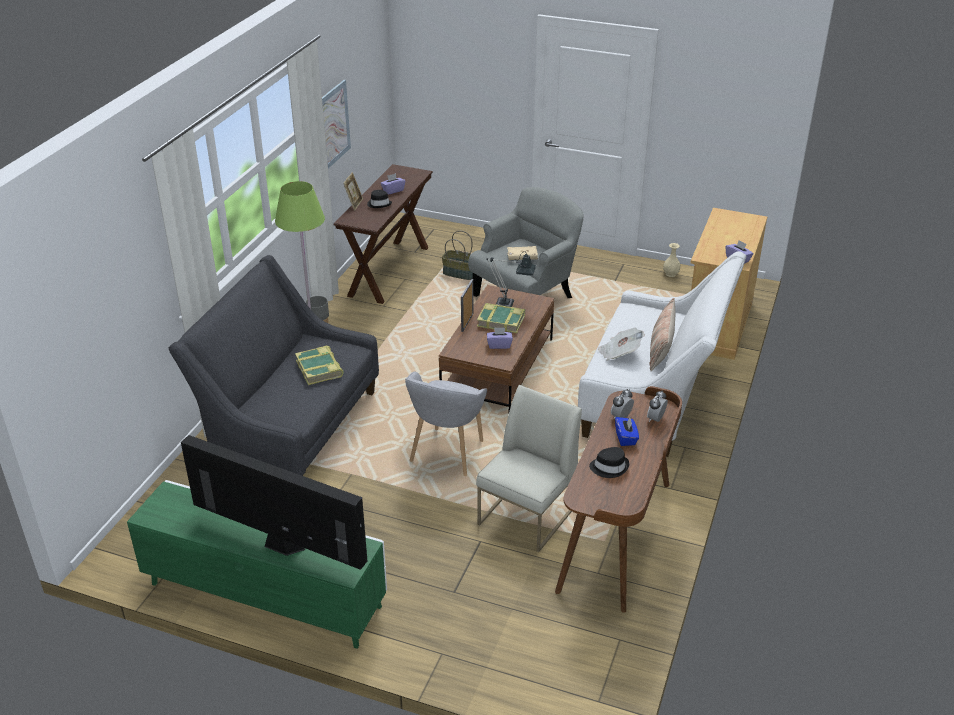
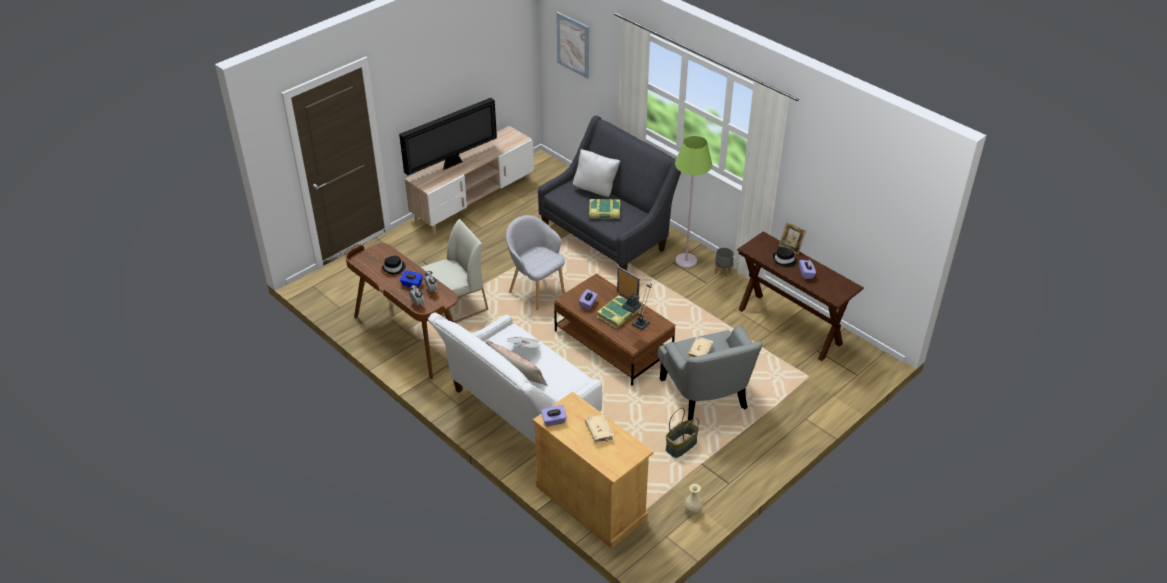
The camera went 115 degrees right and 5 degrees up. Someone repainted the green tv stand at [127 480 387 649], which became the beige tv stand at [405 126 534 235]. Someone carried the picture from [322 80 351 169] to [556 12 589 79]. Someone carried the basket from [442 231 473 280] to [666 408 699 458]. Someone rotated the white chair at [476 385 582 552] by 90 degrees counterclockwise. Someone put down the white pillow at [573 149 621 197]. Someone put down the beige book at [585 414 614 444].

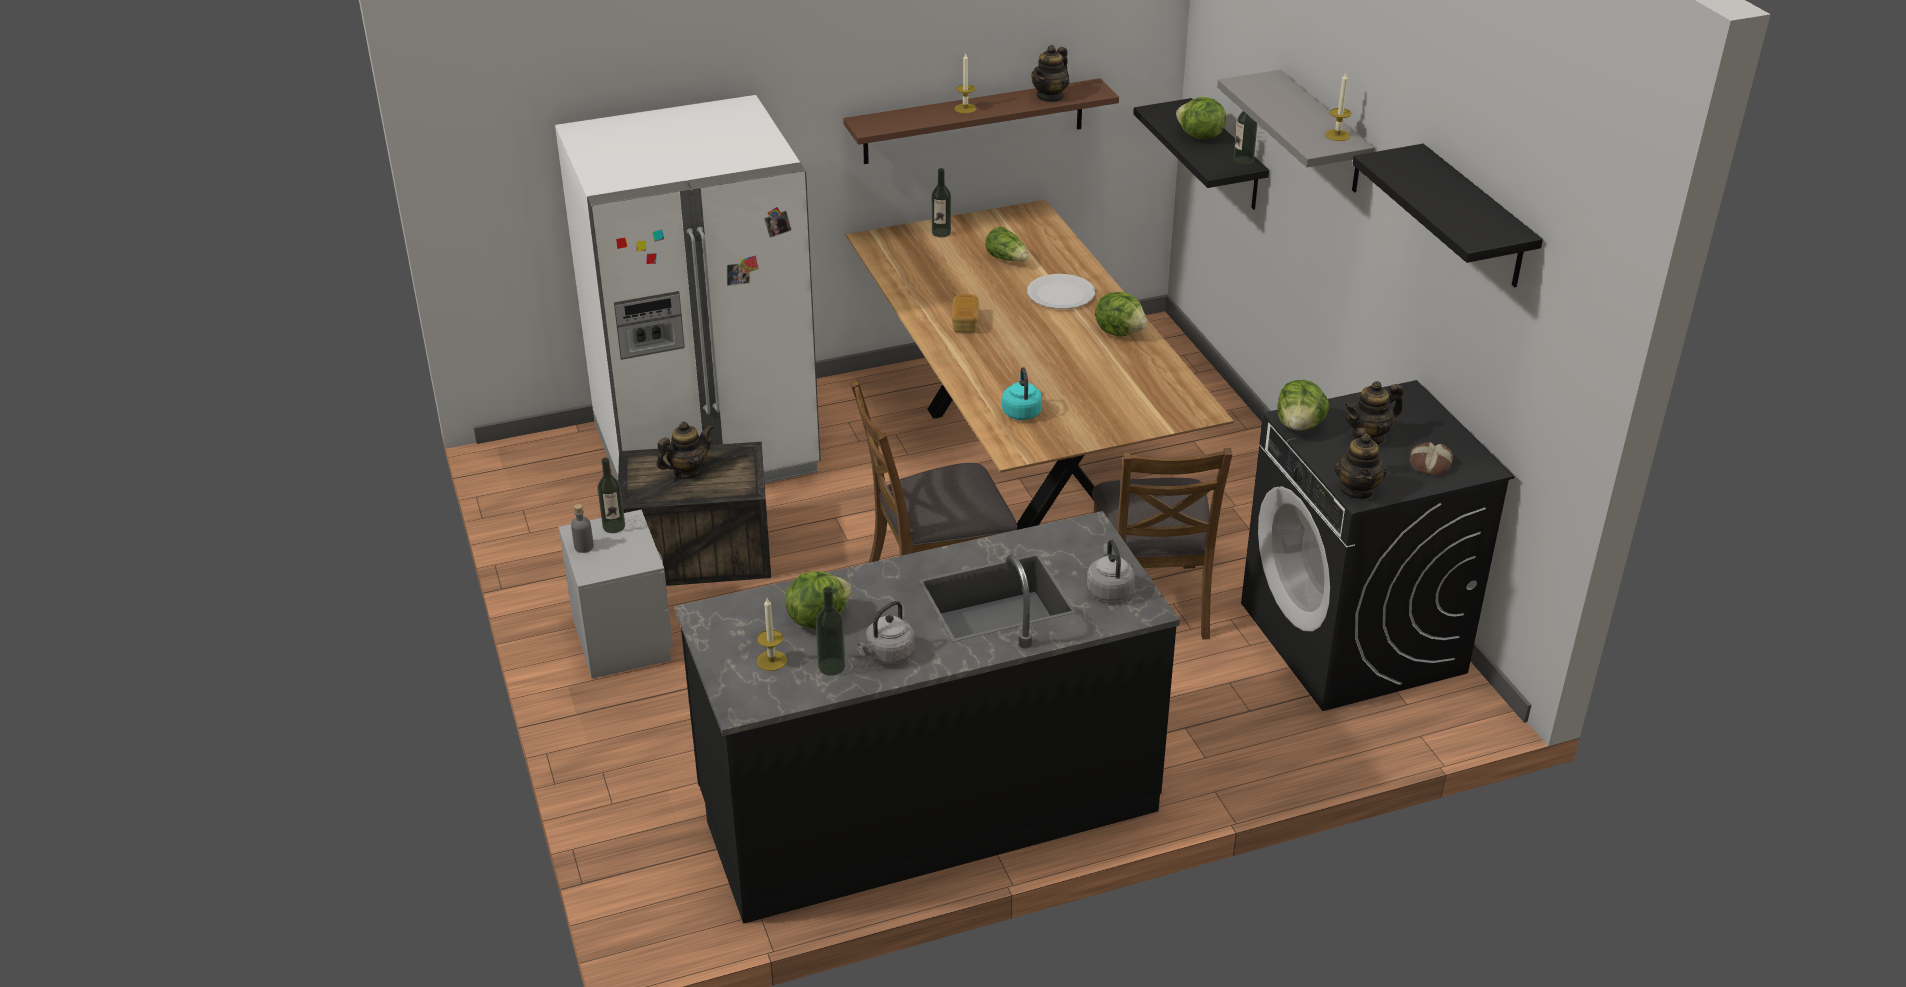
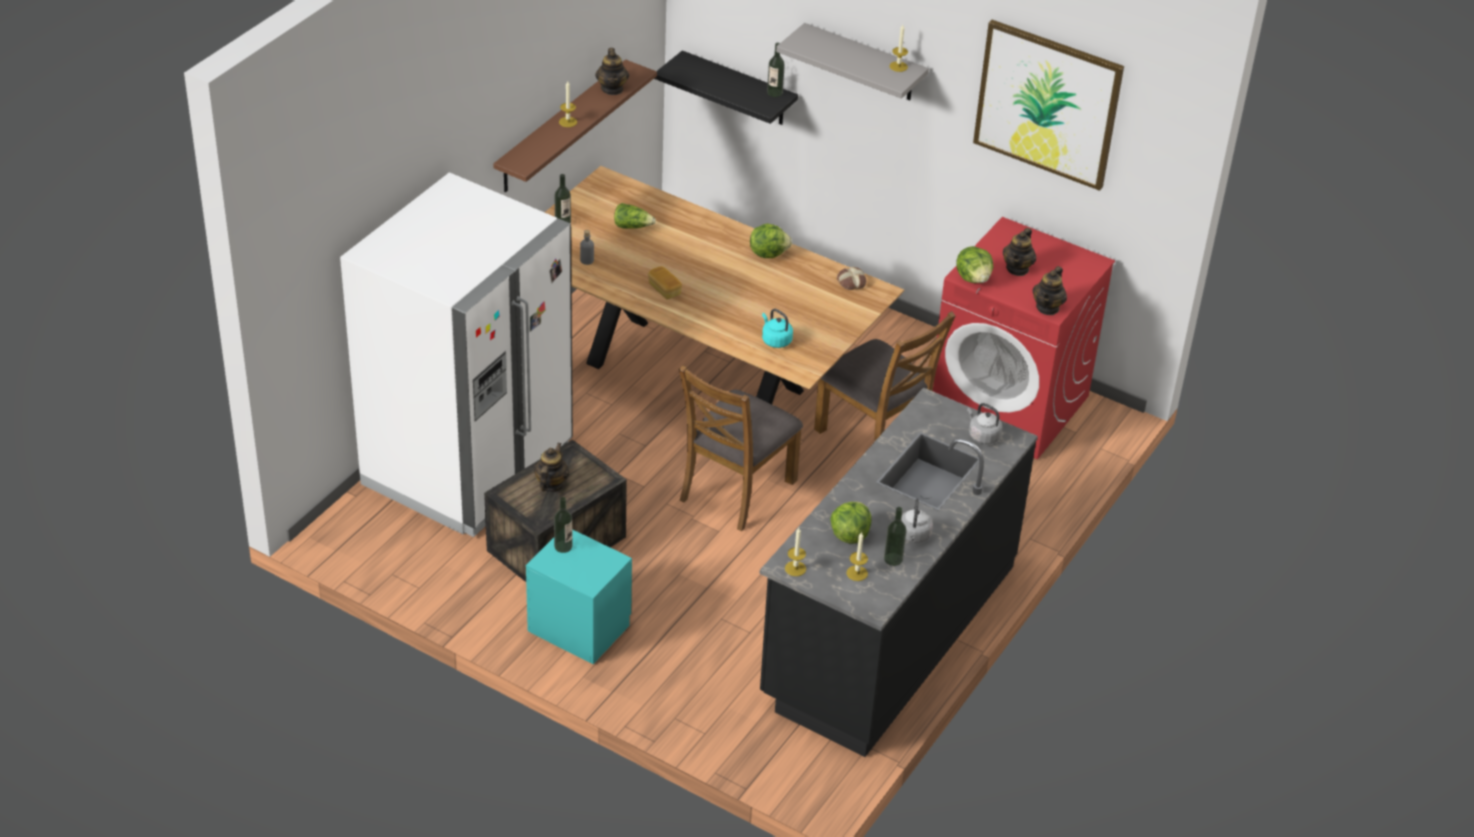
The camera went 40 degrees left and 5 degrees up. Someone repainted the grey nightstand at [559 509 673 679], which became the turquoise nightstand at [526 529 632 664]. Someone carried the grey bottle from [571 504 594 553] to [580 230 594 265]. Someone took away the white plate at [1027 274 1095 309]. Someone took away the lettuce at [1176 97 1226 139]. Someone repainted the black washing machine at [1241 380 1515 711], which became the red washing machine at [933 217 1115 459]. Someone rotated the teapot at [1334 428 1387 500] by 60 degrees clockwise. Someone swapped the black shelf at [1352 144 1543 287] for the picture at [973 20 1124 191]. Someone carried the bread from [1410 442 1453 475] to [837 267 866 290]. Someone put down the candle at [785 528 806 576].

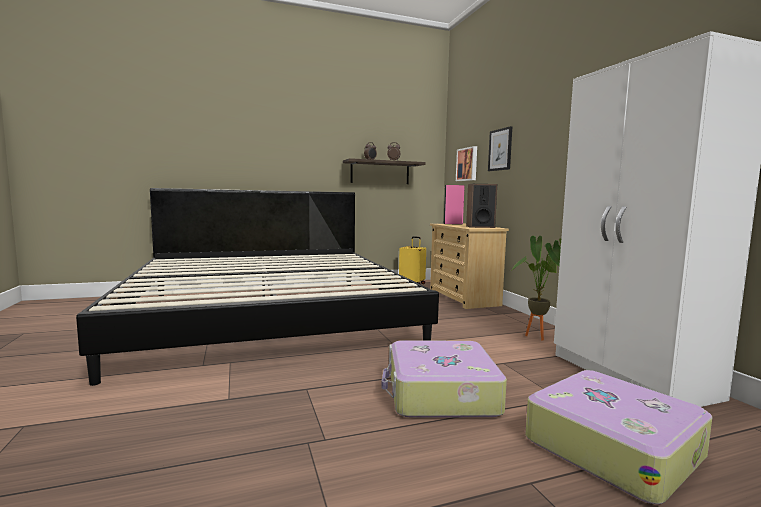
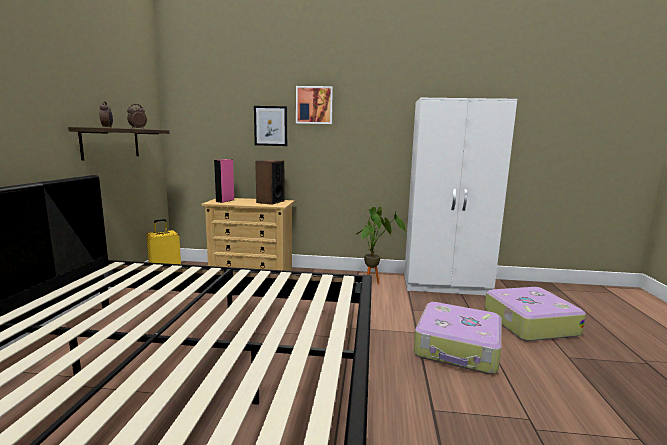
The camera went 65 degrees left and 5 degrees up. Someone carried the picture from [456 146 477 181] to [296 86 333 124].

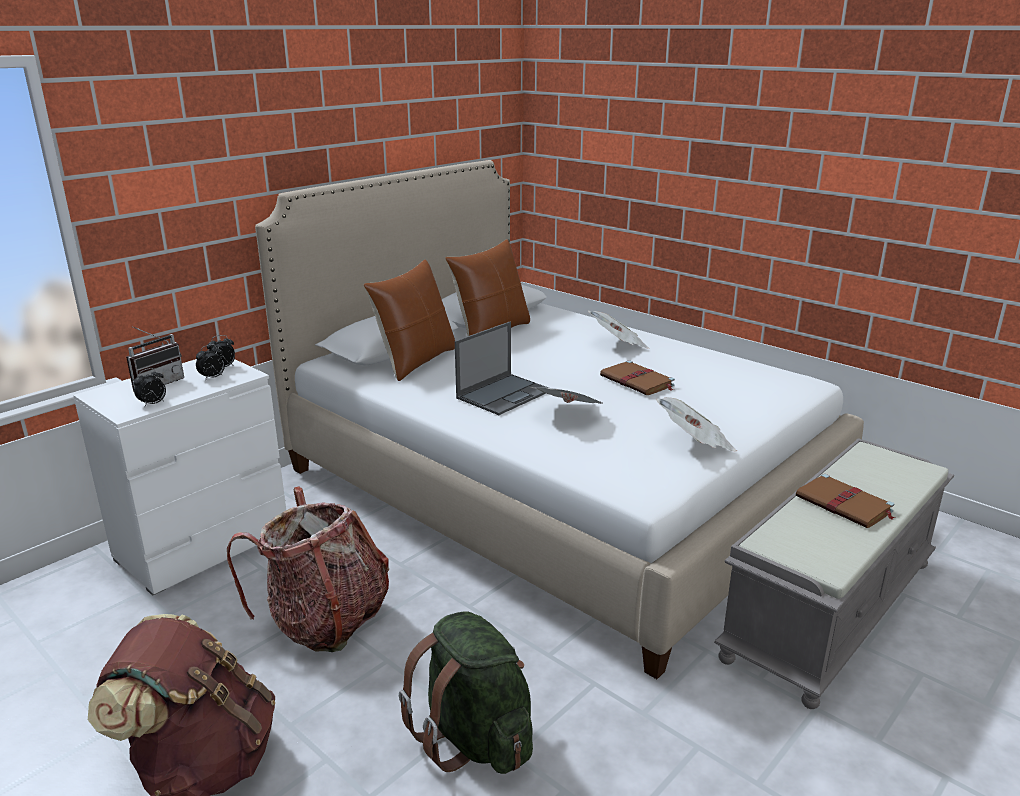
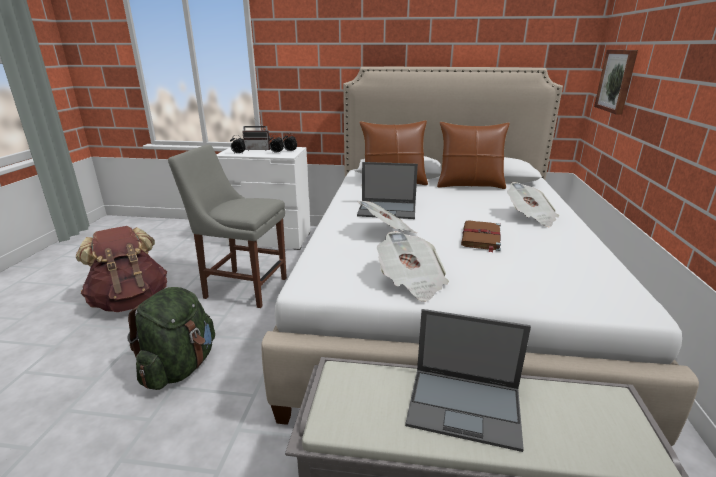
The camera went 55 degrees right and 0 degrees up. Someone swapped the backpack at [227 486 389 652] for the grey chair at [168 144 287 308]. Someone swapped the brown book at [796 474 895 528] for the laptop at [405 309 531 452]. Someone put up the picture at [594 50 638 115].

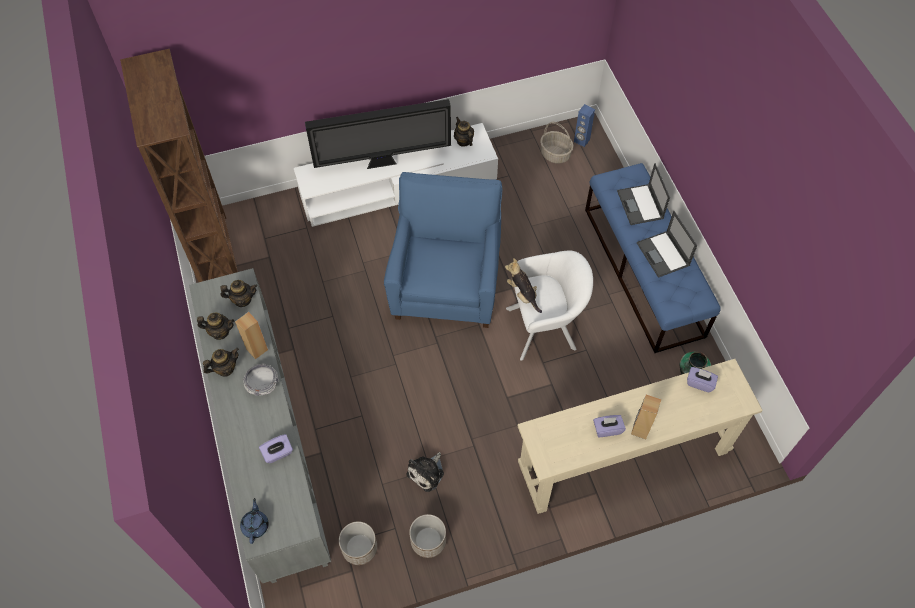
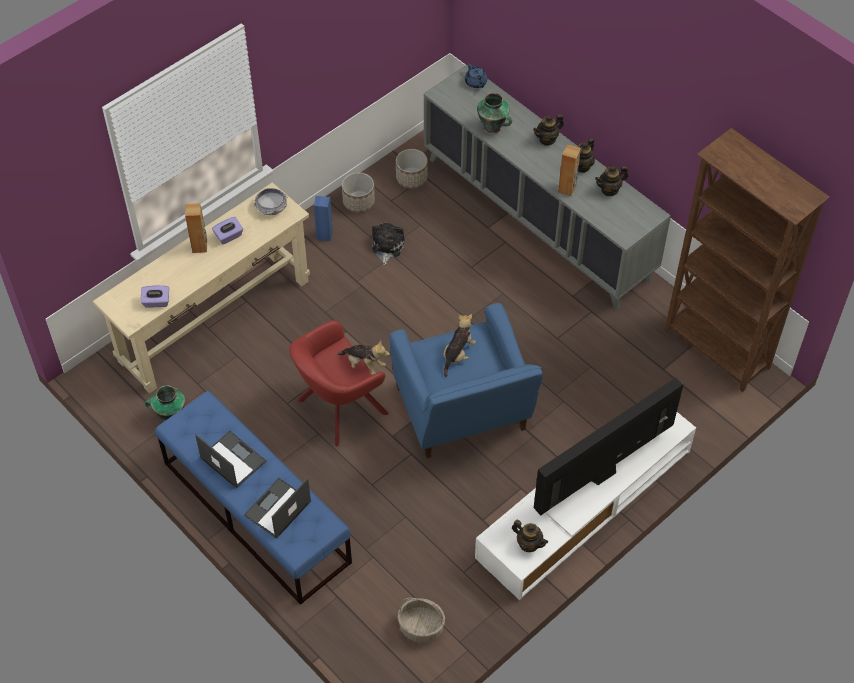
The camera went 155 degrees right and 5 degrees down. Someone carried the teapot from [220 280 257 307] to [533 114 564 146]. Someone carried the bowl from [243 363 279 396] to [254 188 288 215]. Someone swapped the purple tissue box at [259 434 293 464] for the vase at [477 93 512 134]. Someone repainted the white armchair at [506 251 593 361], which became the red armchair at [289 320 389 446]. Someone carried the blue speaker from [574 104 595 147] to [314 196 333 241]. Someone rotated the laptop at [617 163 670 225] by 105 degrees counterclockwise. Someone put down the plush toy at [444 314 476 377].

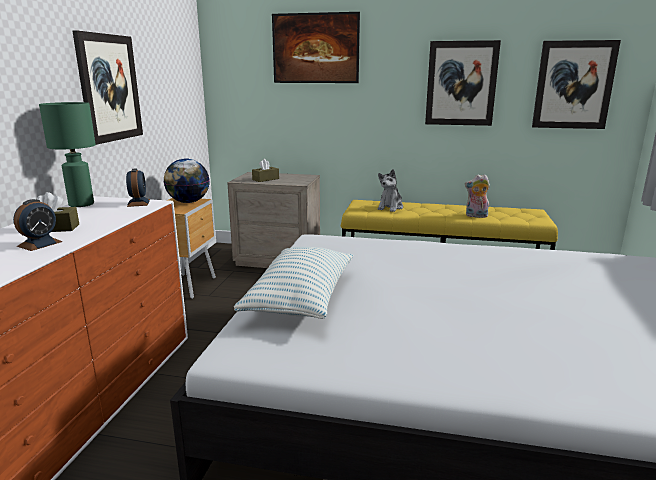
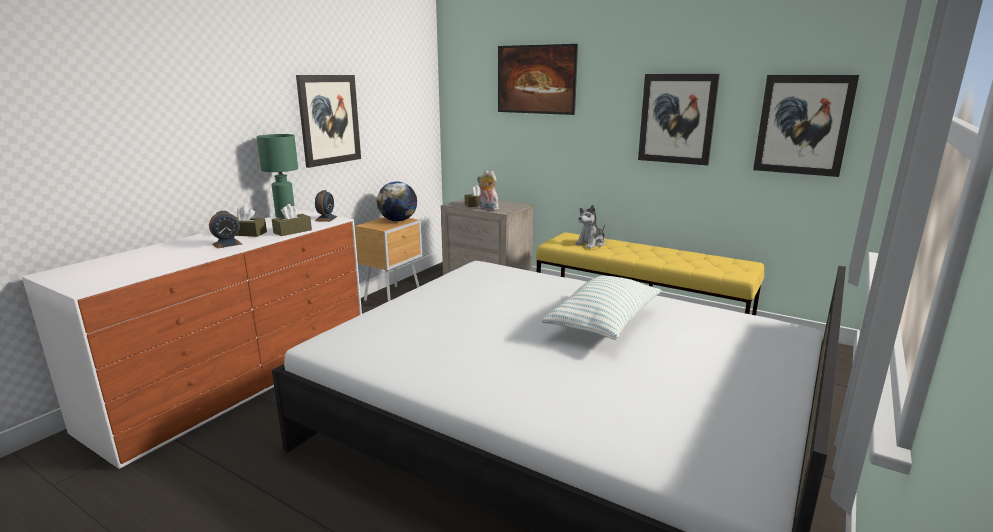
The camera went 20 degrees right and 0 degrees up. Someone carried the pillow from [234 247 354 319] to [542 276 661 340]. Someone carried the plush toy from [465 174 490 218] to [477 170 499 211]. Someone put down the brown tissue box at [272 204 312 236].

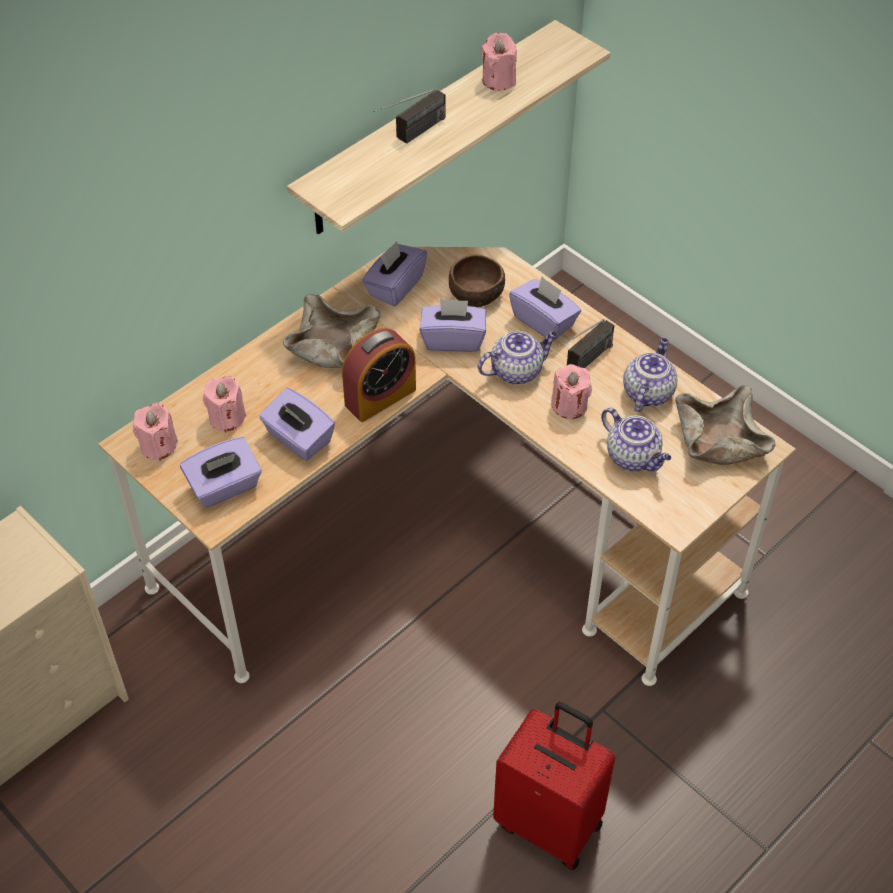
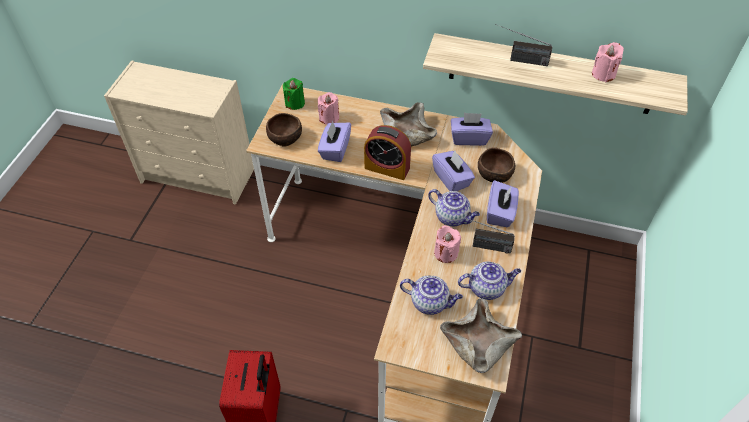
The camera went 60 degrees right and 0 degrees up. Someone repainted the pink candle at [133 403 178 461], which became the green candle at [283 78 305 110]. Someone swapped the purple tissue box at [180 437 262 507] for the brown bowl at [266 113 302 147]. Someone rotated the teapot at [601 408 671 471] by 90 degrees counterclockwise.

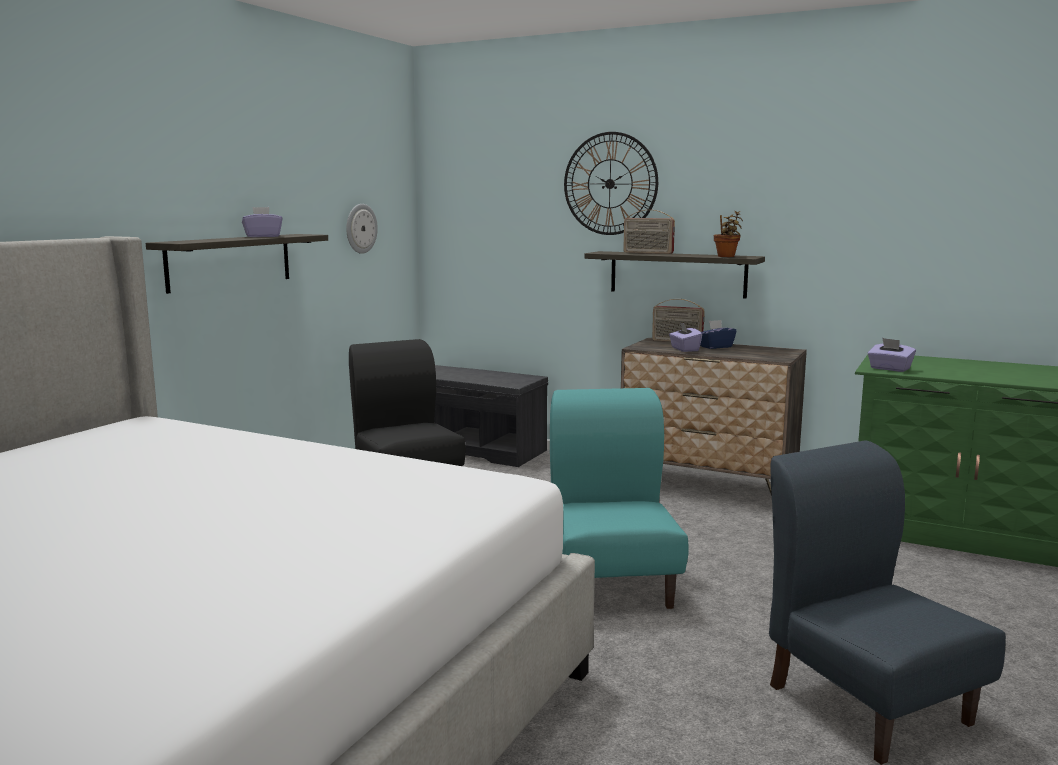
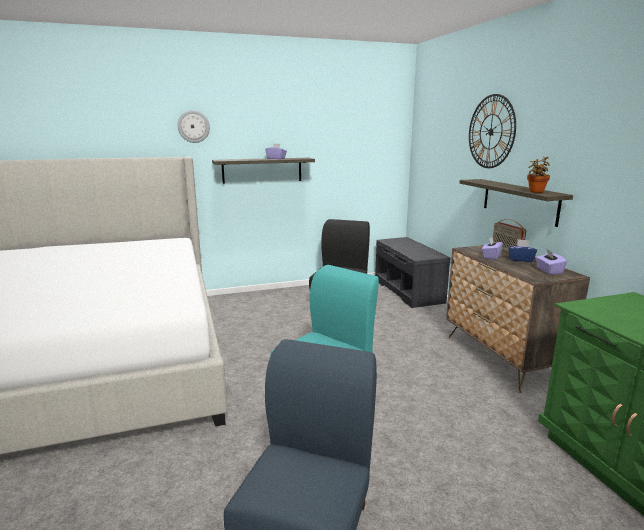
The camera went 45 degrees right and 5 degrees up. Someone carried the wall clock from [346 204 378 254] to [177 110 210 143]. Someone took away the radio at [623 210 675 254]. Someone carried the purple tissue box from [868 338 916 372] to [536 250 567 275].

